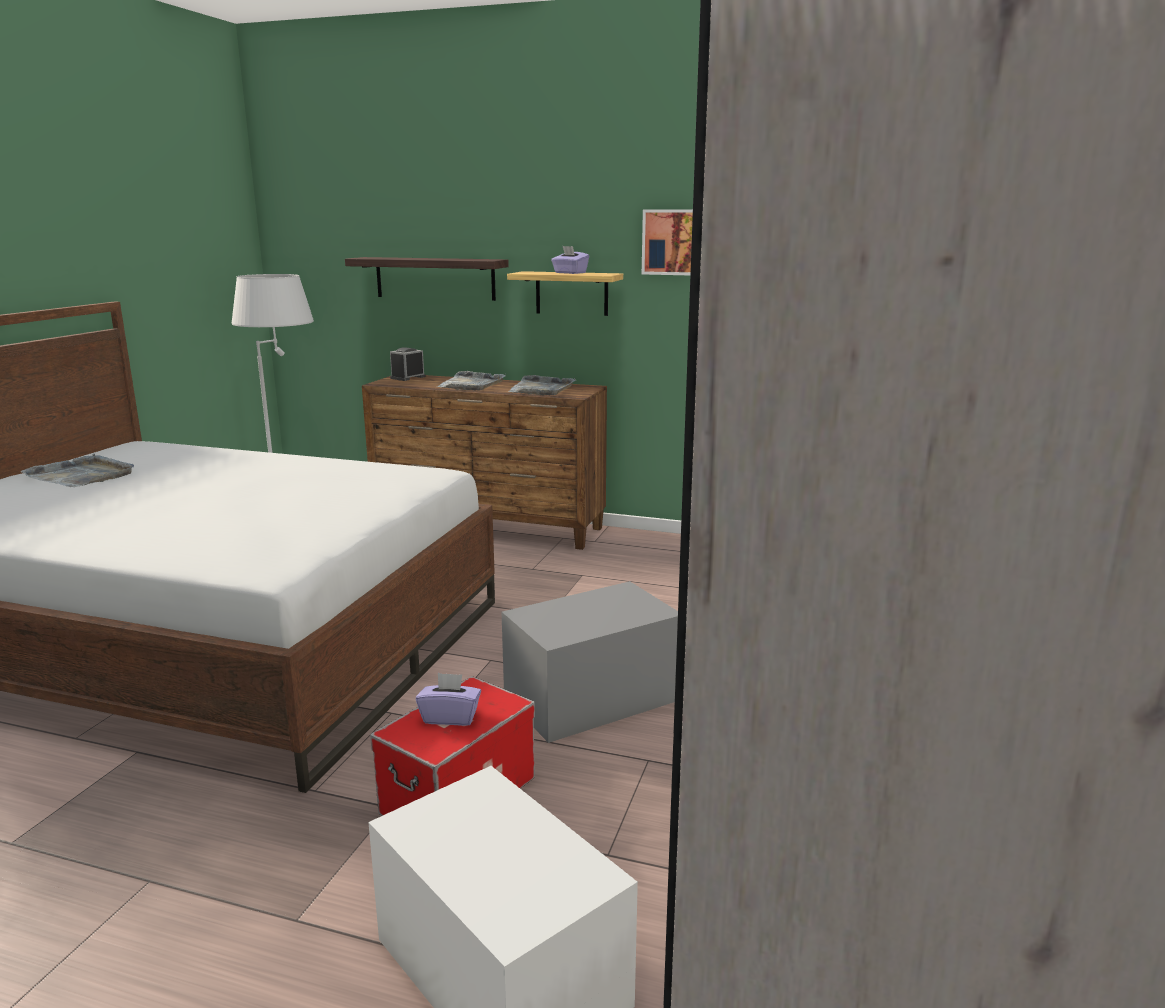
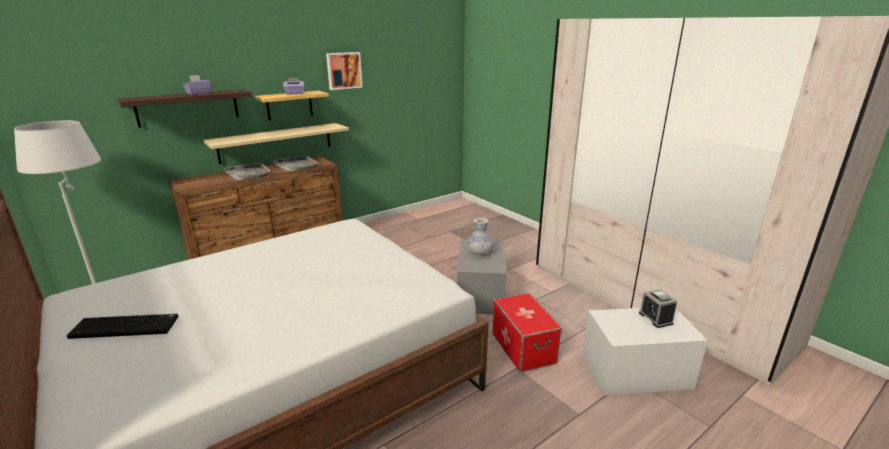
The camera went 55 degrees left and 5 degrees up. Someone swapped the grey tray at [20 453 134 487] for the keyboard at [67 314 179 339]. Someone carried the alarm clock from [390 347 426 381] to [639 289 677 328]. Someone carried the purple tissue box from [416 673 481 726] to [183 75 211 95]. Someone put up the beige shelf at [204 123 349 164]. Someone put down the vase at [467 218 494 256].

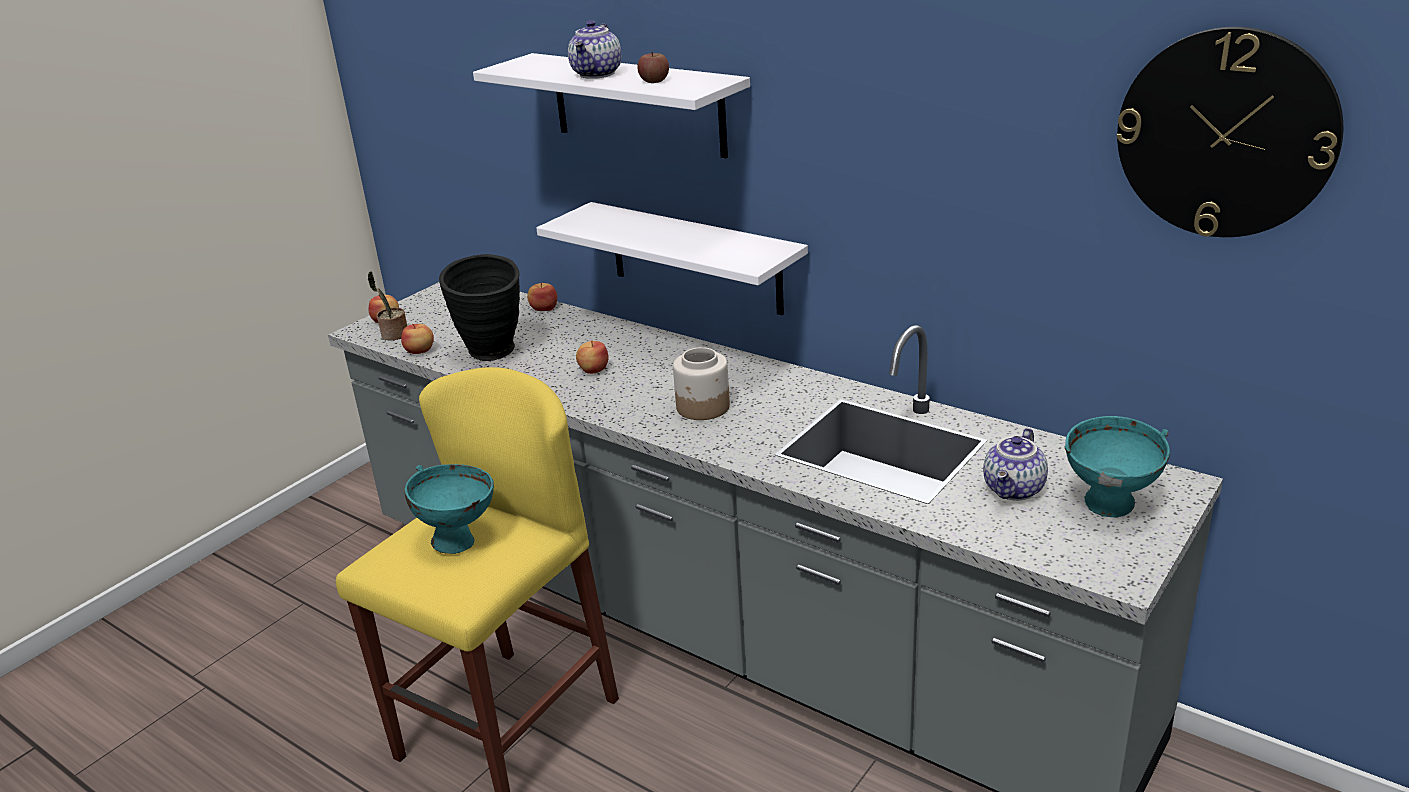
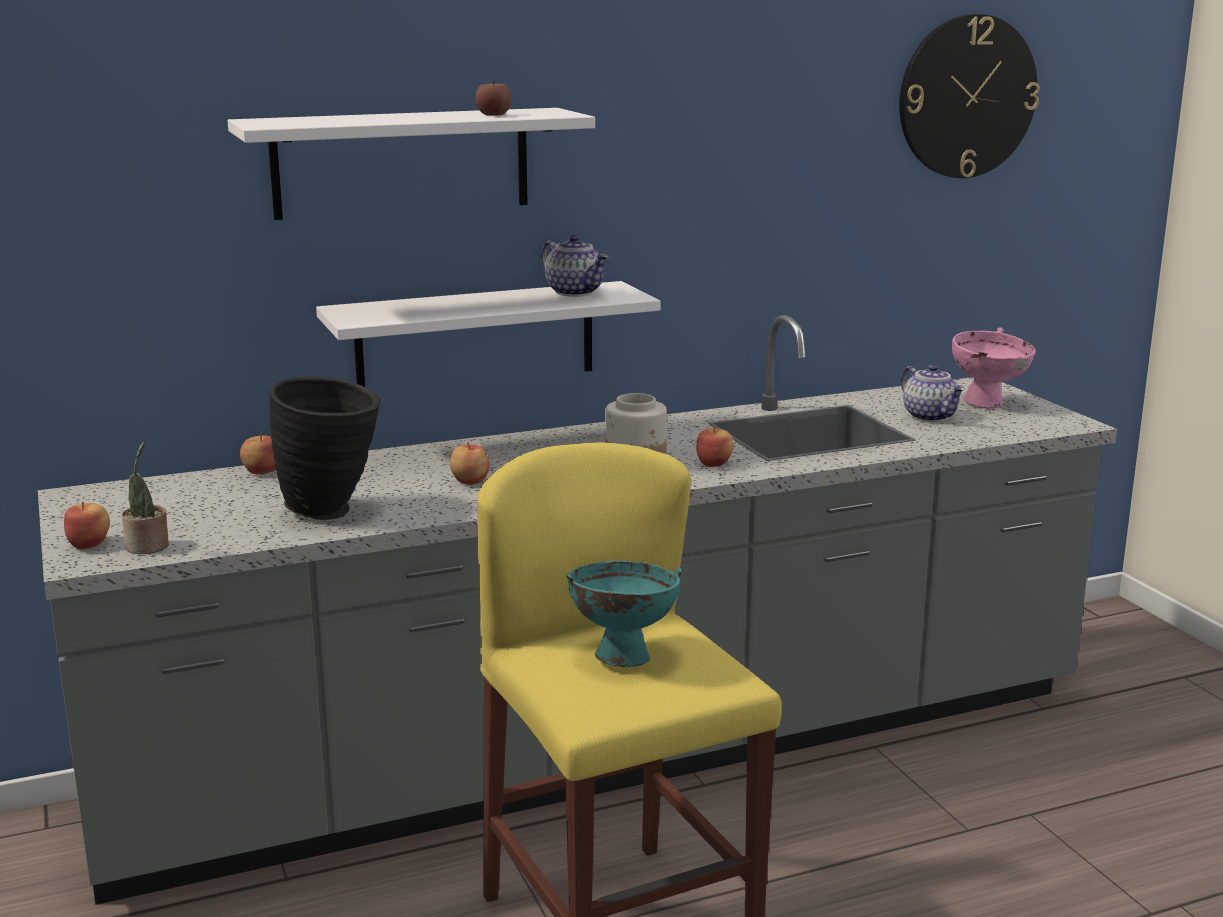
The camera went 60 degrees left and 10 degrees down. Someone carried the apple from [401 323 434 354] to [696 426 734 467]. Someone carried the teapot from [568 20 622 79] to [541 235 609 297]. Someone repainted the turquoise bowl at [1065 416 1170 517], which became the pink bowl at [952 327 1036 408].

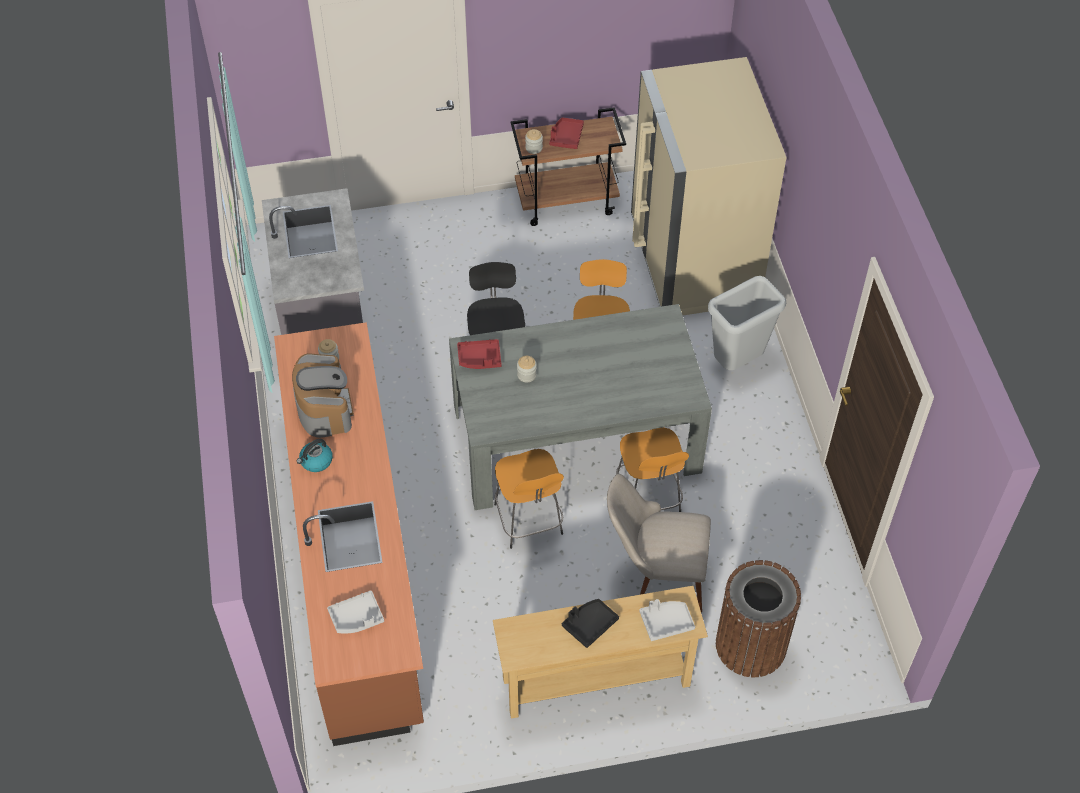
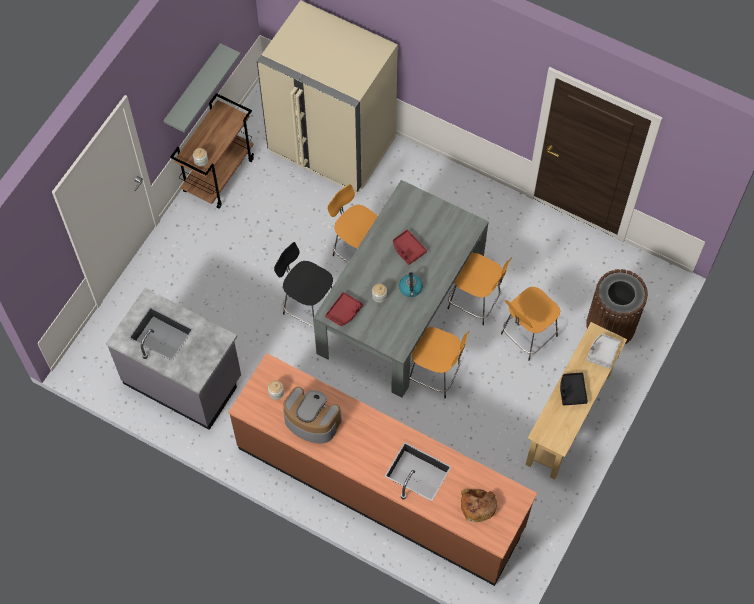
The camera went 50 degrees left and 10 degrees up. Someone carried the kettle from [297 439 333 472] to [399 272 423 297]. Someone swapped the grey tray at [327 591 384 633] for the bread at [461 489 497 522]. Someone carried the red tray from [549 117 584 149] to [393 230 427 265]. Someone swapped the beige chair at [607 474 711 613] for the orange stool at [501 287 560 361]. Someone took away the grey trash can at [708 276 786 370]. Someone put up the grey shelf at [164 43 241 133].

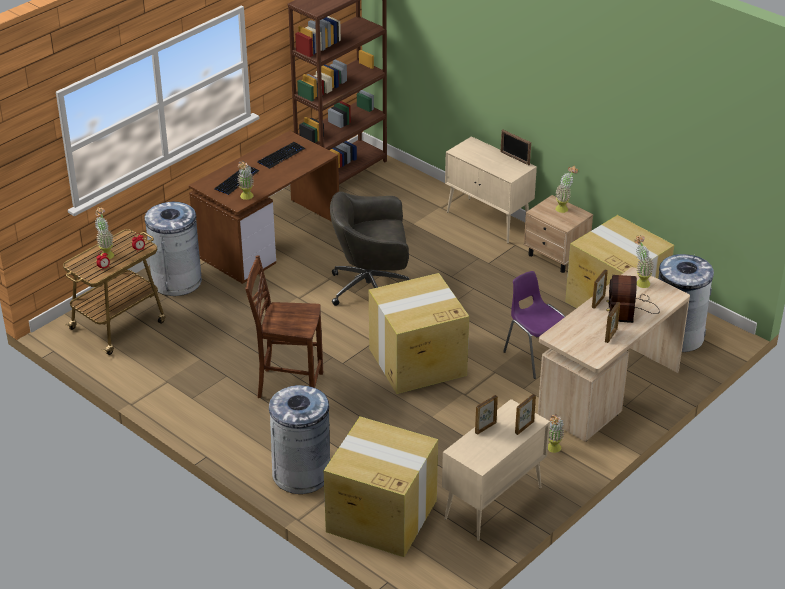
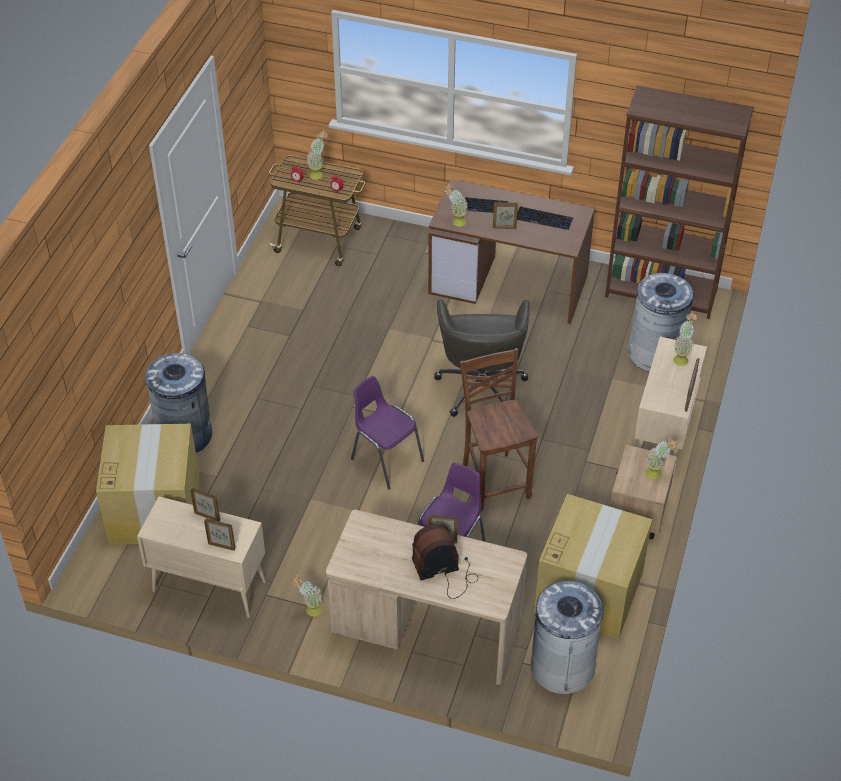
The camera went 65 degrees right and 10 degrees up. Someone carried the grey trash can from [145 202 202 296] to [628 273 694 372]. Someone carried the brown chair from [245 255 323 398] to [460 348 538 511]. Someone rotated the grey office chair at [330 192 409 306] by 150 degrees counterclockwise. Someone swapped the cardboard box at [369 273 469 394] for the purple chair at [351 376 424 489]. Someone carried the picture frame from [605 302 620 343] to [493 202 518 229]. Someone carried the potted plant from [634 235 654 288] to [673 311 698 366].

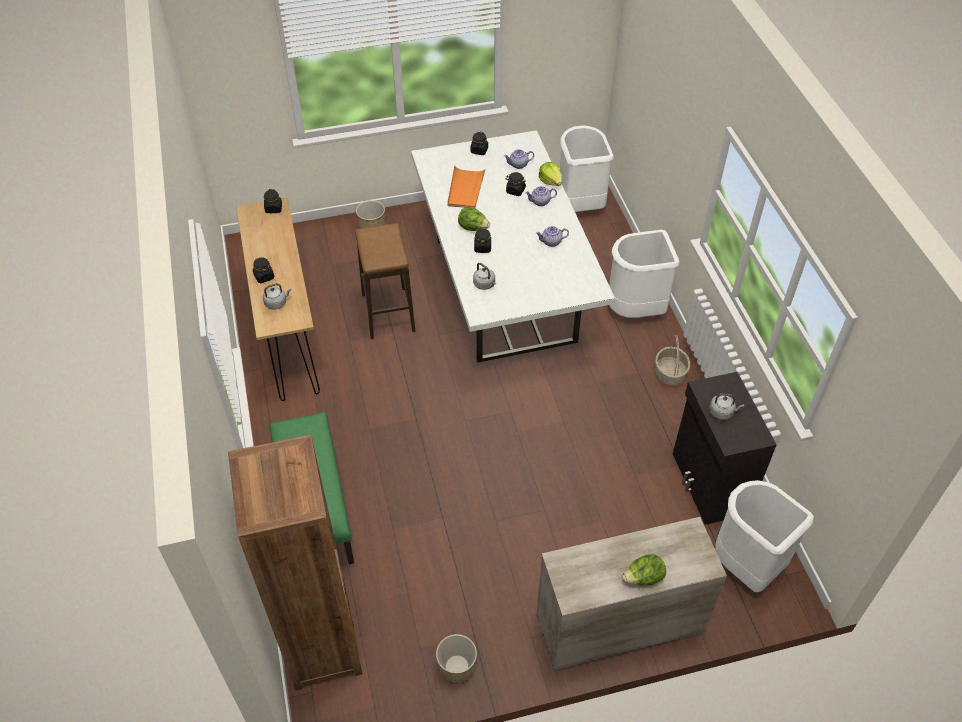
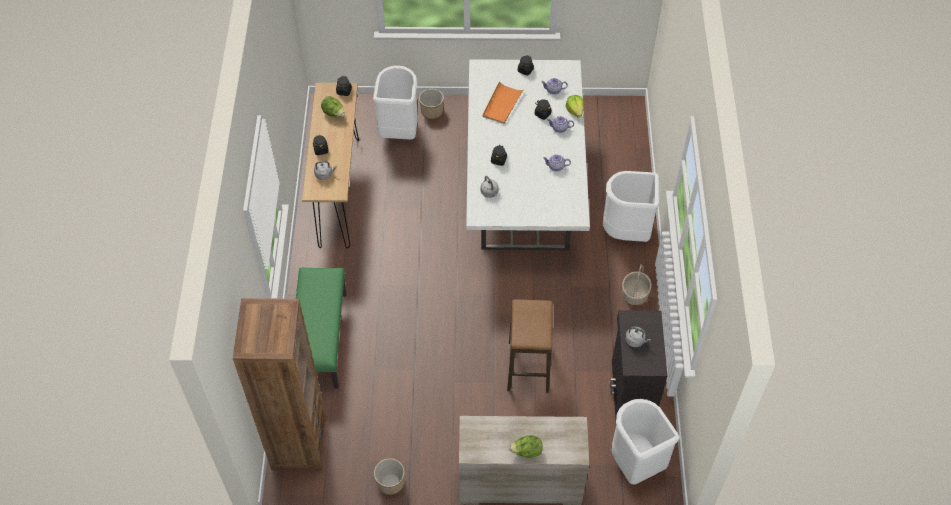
The camera went 15 degrees right and 5 degrees up. Someone carried the stool from [355 223 415 339] to [507 299 553 393]. Someone carried the lettuce from [458 207 490 231] to [321 96 345 117]. Someone carried the white trash can from [560 125 614 212] to [373 66 418 140].

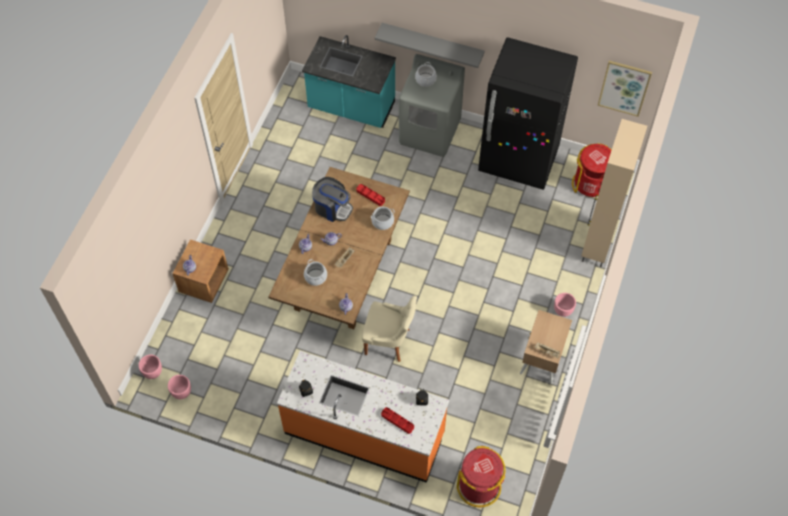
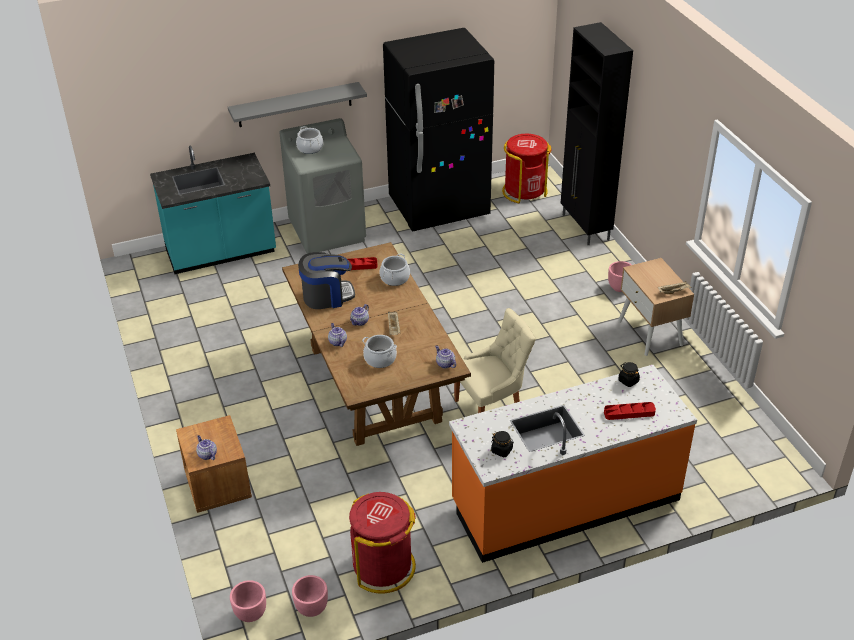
The camera went 40 degrees left and 20 degrees down. Someone carried the red trash can from [457 446 506 507] to [349 492 416 594]. Someone repainted the beige cabinet at [581 119 647 267], which became the black cabinet at [561 22 633 245]. Someone took away the picture at [598 60 652 117].

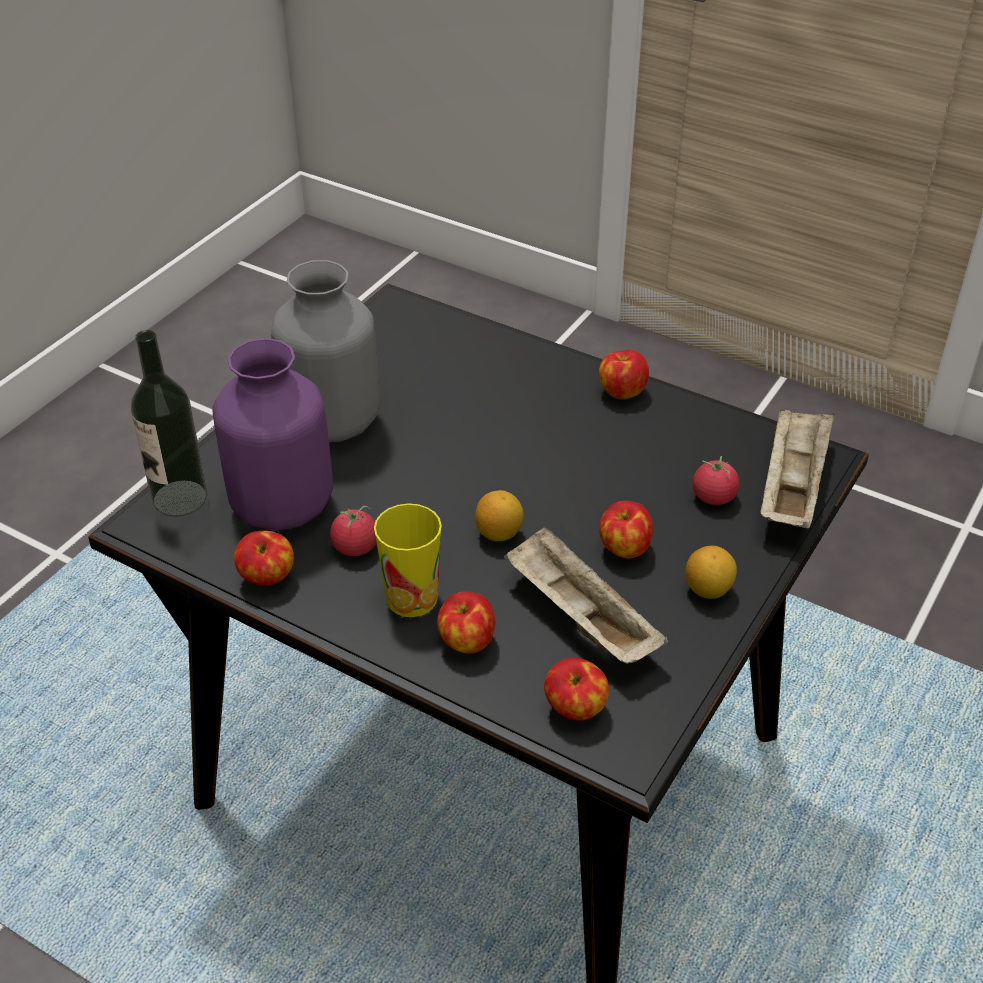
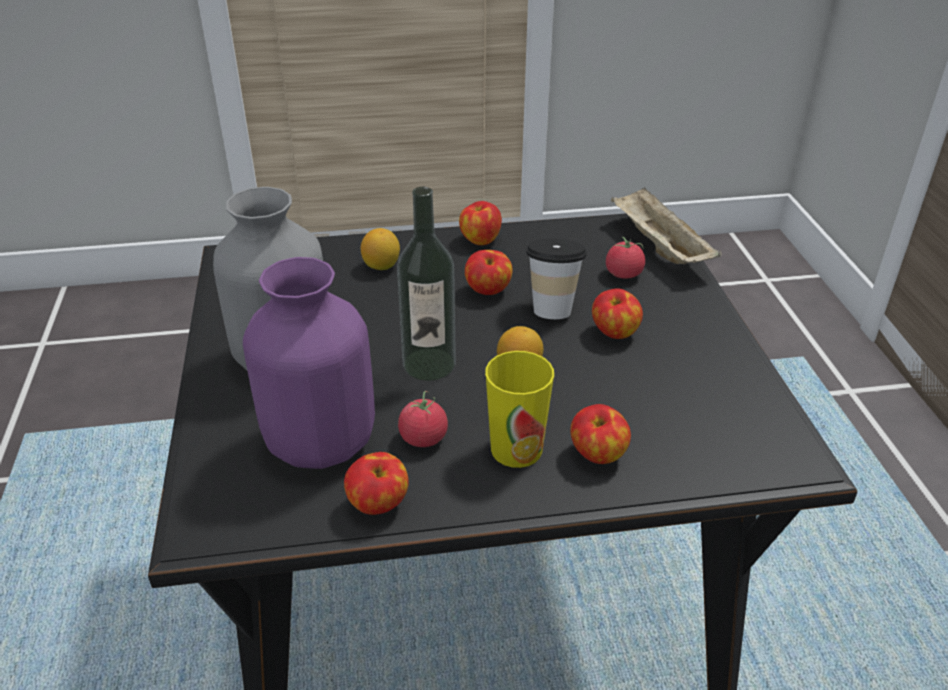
The camera went 40 degrees left and 5 degrees down. Someone carried the bottle from [131 330 207 517] to [397 187 456 381]. Someone took away the beige tray at [504 525 668 664]. Someone carried the apple from [544 657 609 721] to [465 250 513 295]. Someone carried the lemon from [685 546 737 599] to [361 228 400 270]. Someone put down the cup at [526 238 587 319].

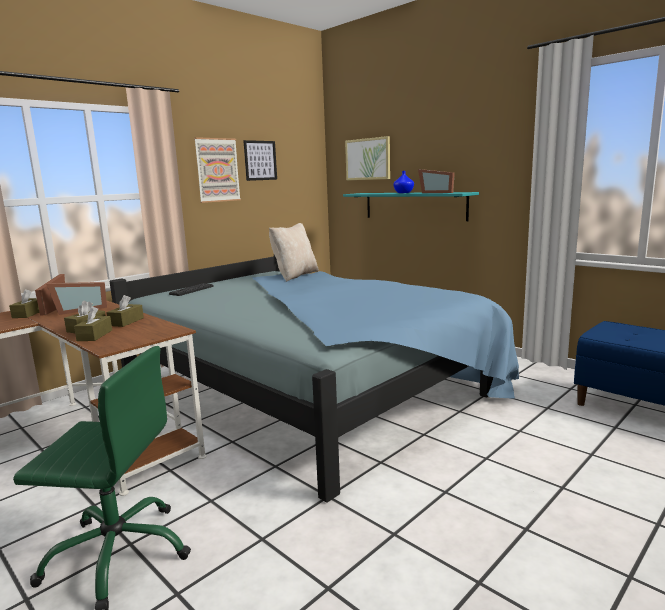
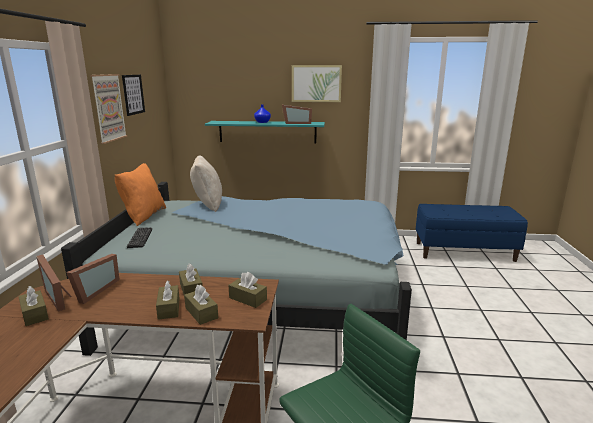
The camera went 40 degrees left and 5 degrees up. Someone carried the picture from [345 136 390 180] to [292 65 342 102]. Someone put down the orange pillow at [115 163 166 226]. Someone put down the brown tissue box at [228 272 267 308].

